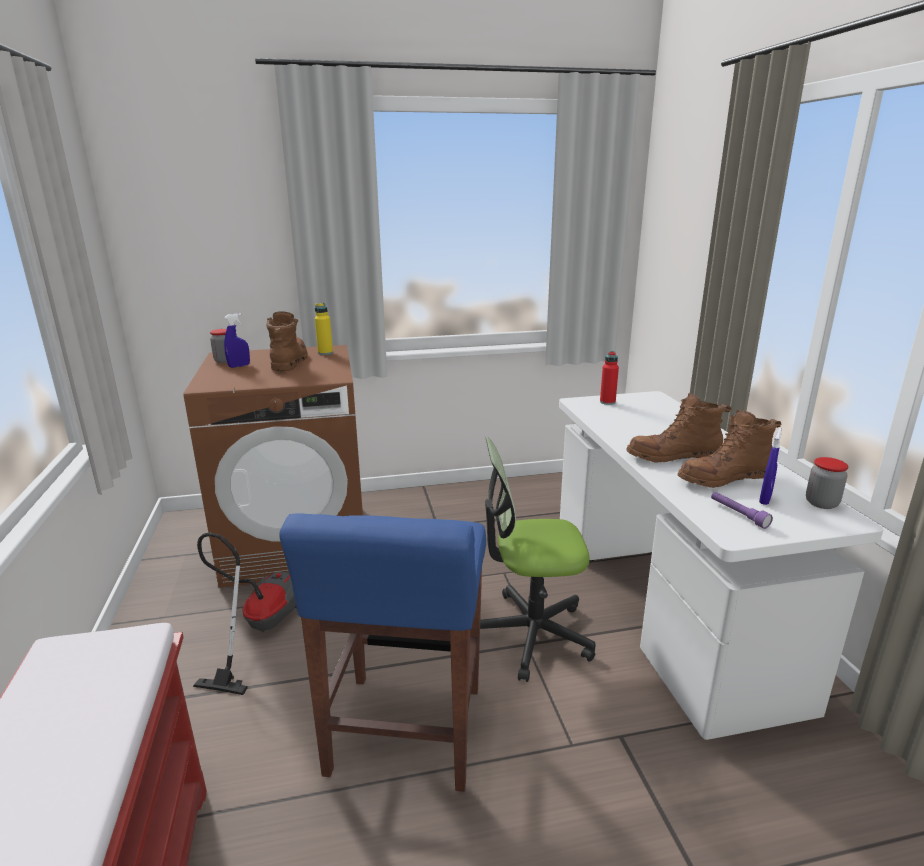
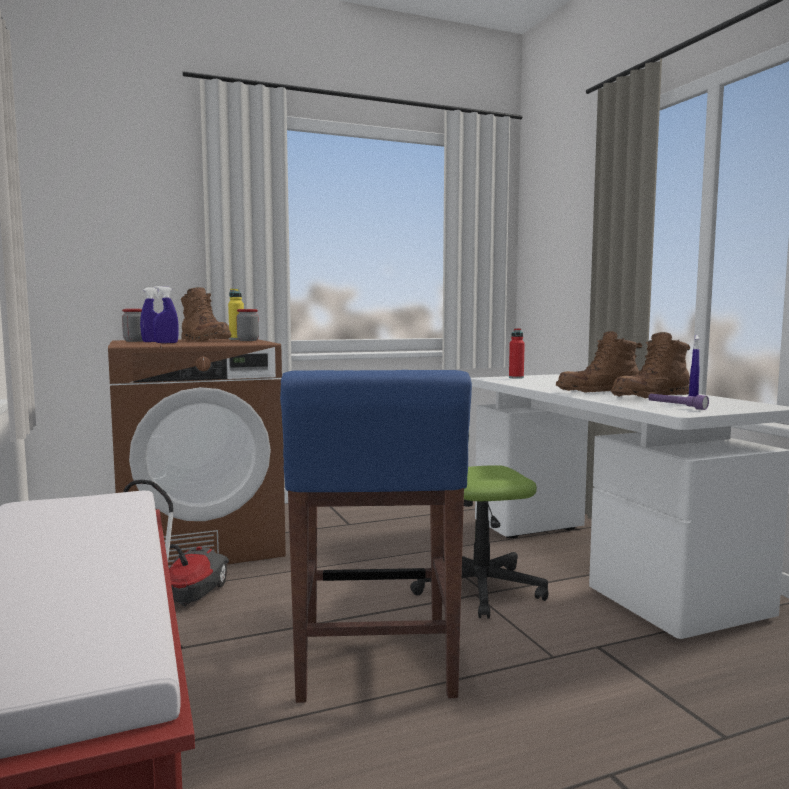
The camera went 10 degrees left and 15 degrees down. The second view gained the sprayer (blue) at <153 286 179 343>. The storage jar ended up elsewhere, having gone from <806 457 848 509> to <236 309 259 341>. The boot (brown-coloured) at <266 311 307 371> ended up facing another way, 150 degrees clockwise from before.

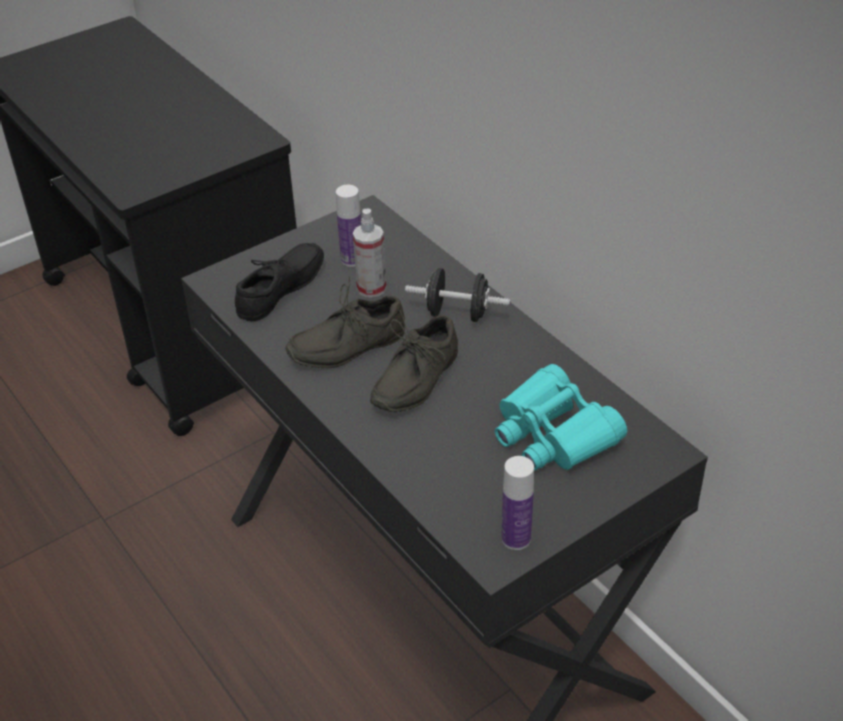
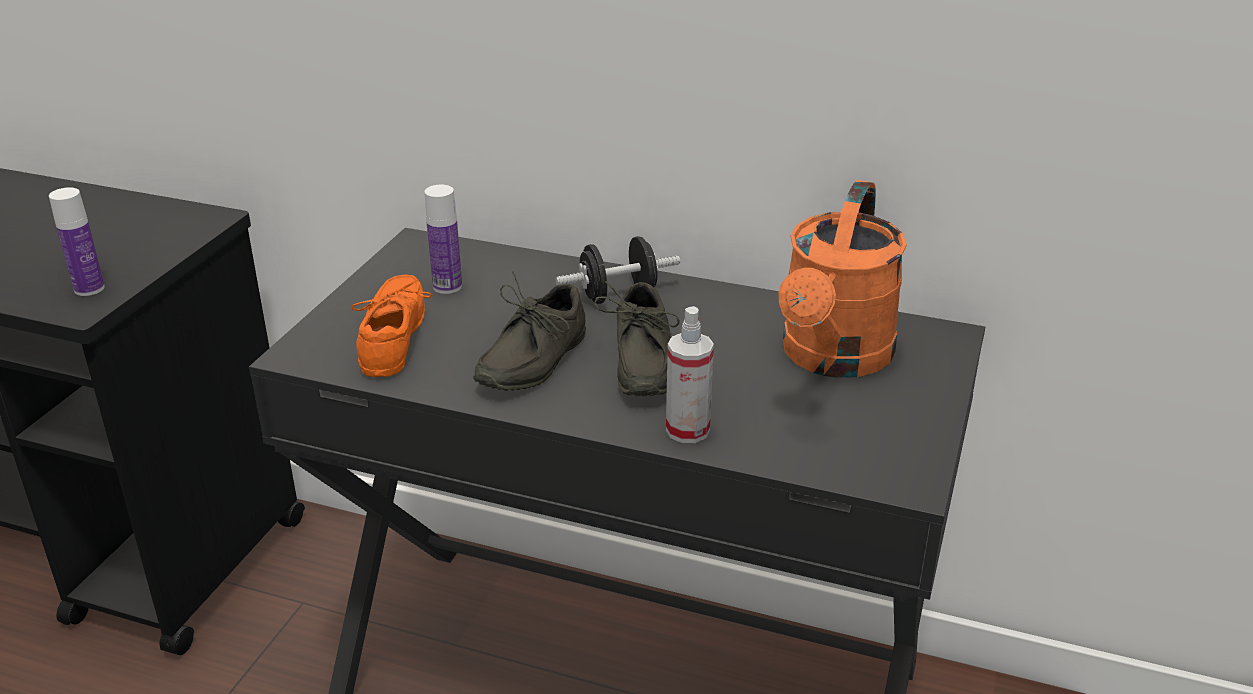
The camera went 35 degrees left and 10 degrees down. The sprayer ended up elsewhere, having gone from <353 209 387 298> to <666 306 714 443>. The beverage bottle ended up elsewhere, having gone from <501 456 534 550> to <49 187 105 296>. Where the binoculars (blue-green) stood at <495 364 627 470>, the sprinkling can (orangey) came to stand at <779 180 907 377>. What was the shoe (black-coloured) at <235 243 324 321> turned into the shoe (orangey) at <351 275 433 378>.

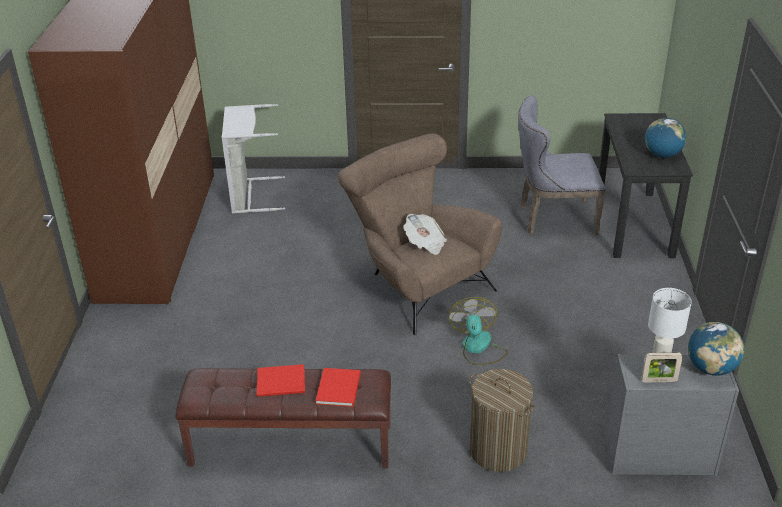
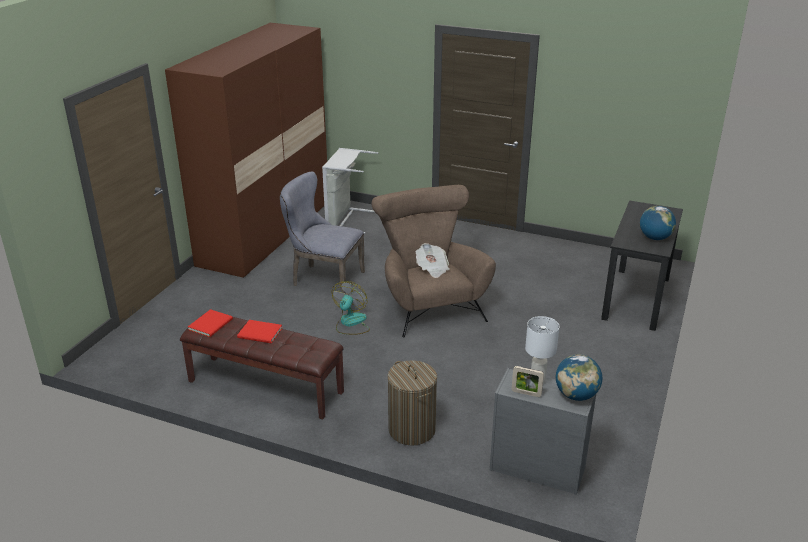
The camera went 20 degrees right and 5 degrees down. The volume (red-coloured) ended up elsewhere, having gone from <316 368 361 407> to <188 309 233 337>. The fan ended up elsewhere, having gone from <448 297 508 365> to <332 281 370 335>. The plain chair (gray) ended up elsewhere, having gone from <518 95 606 236> to <280 172 365 293>.

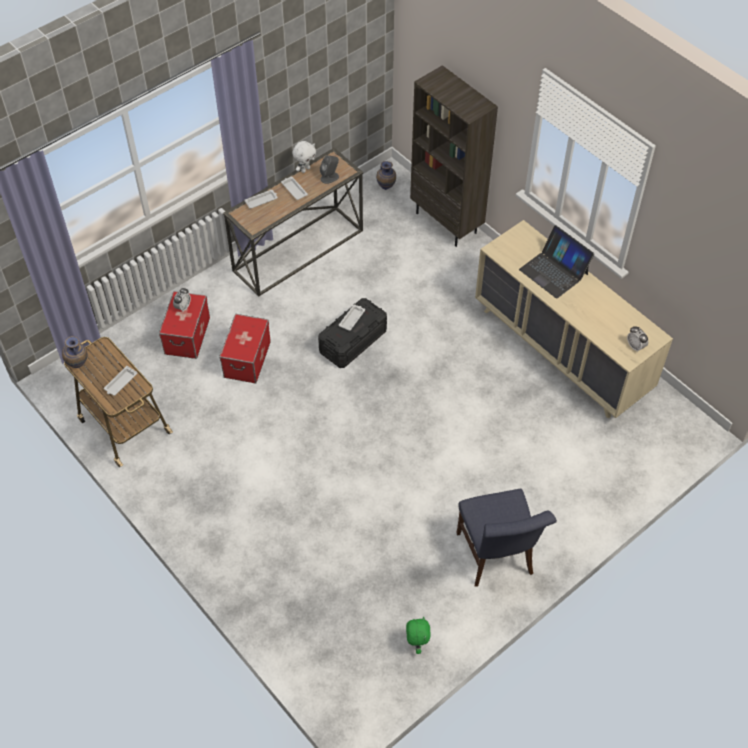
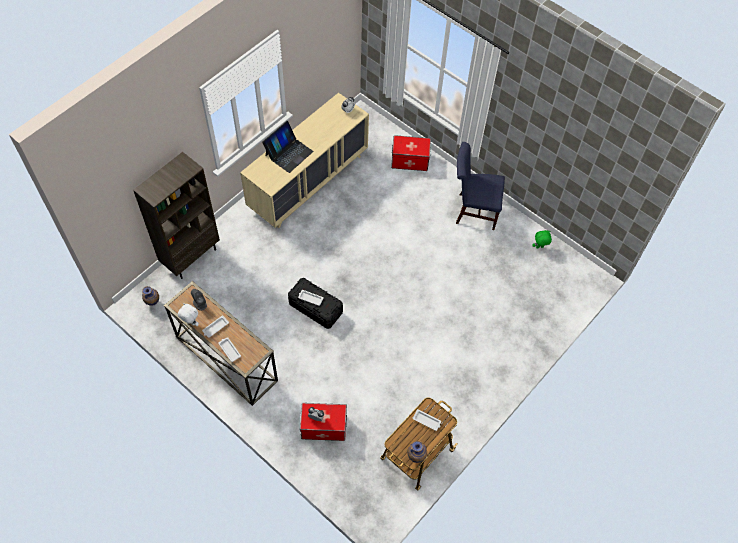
The camera went 100 degrees left and 5 degrees up. The storage box ended up elsewhere, having gone from <219 314 271 384> to <391 135 431 171>. The plain chair (blue) at <456 489 557 587> ended up facing another way, 150 degrees counterclockwise from before.

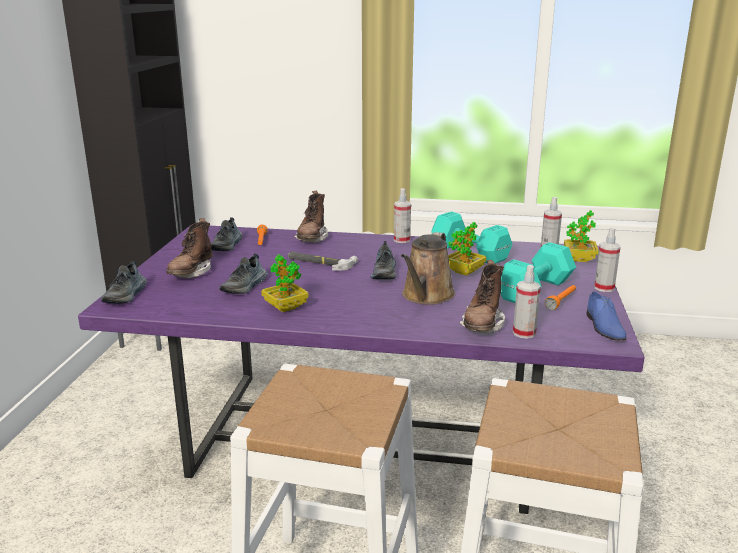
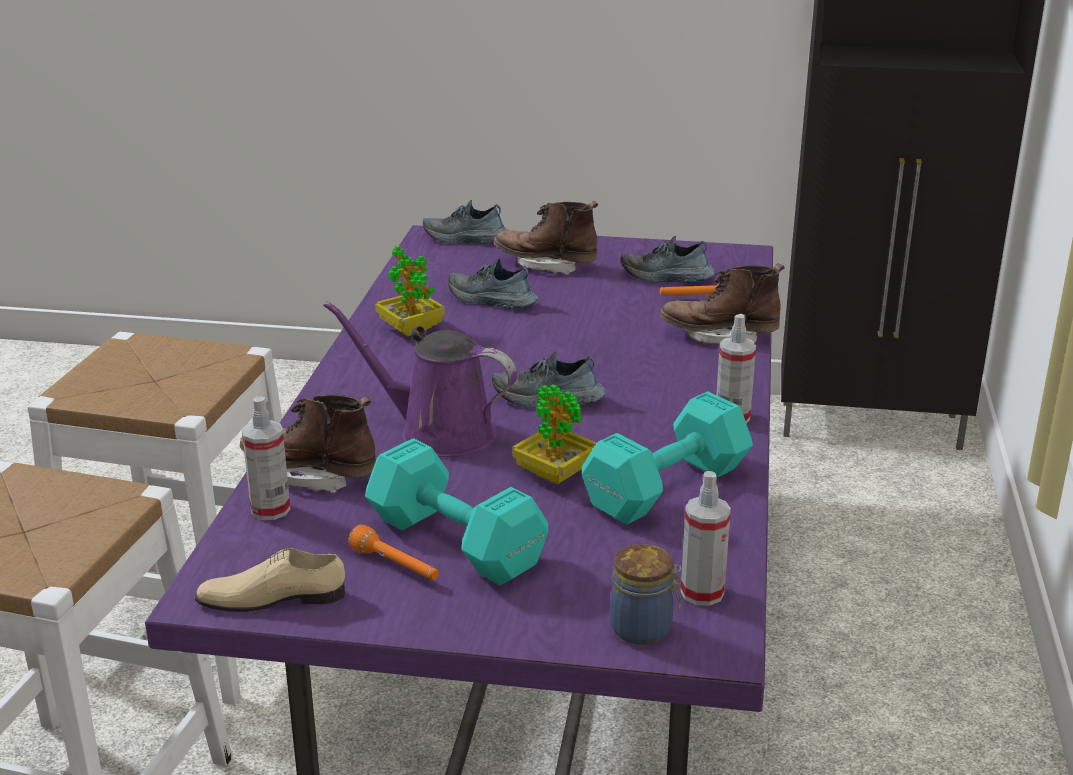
The camera went 90 degrees right and 5 degrees up. The second view lost the tool hammer at <288 251 358 271>. The second view lost the sprayer at <594 228 621 292>. Where the houseplant stood at <564 210 599 262>, the storage jar came to stand at <610 544 681 645>. What was the sprinkling can (brown-coloured) at <401 232 455 305> turned into the sprinkling can (purplish) at <323 301 517 457>. What was the shoe (blue) at <587 292 627 341> turned into the shoe (beige) at <195 548 345 612>.

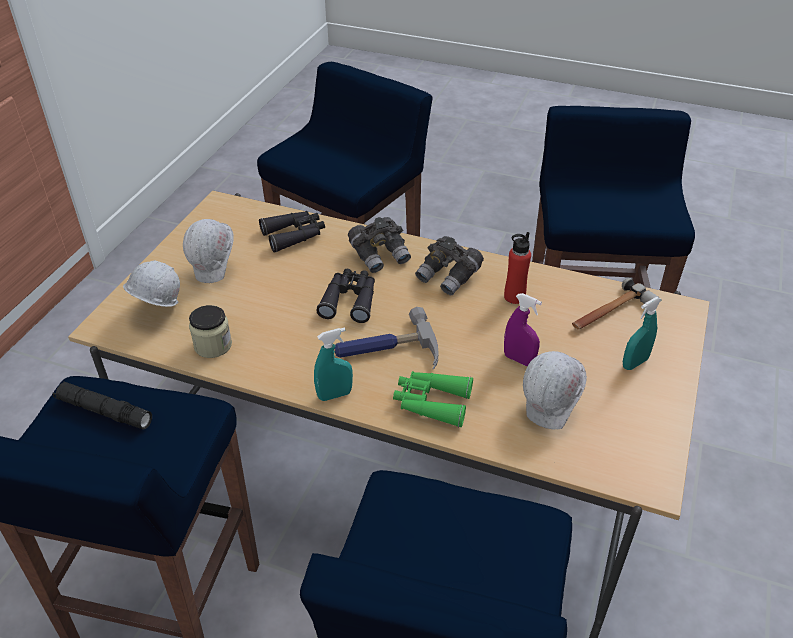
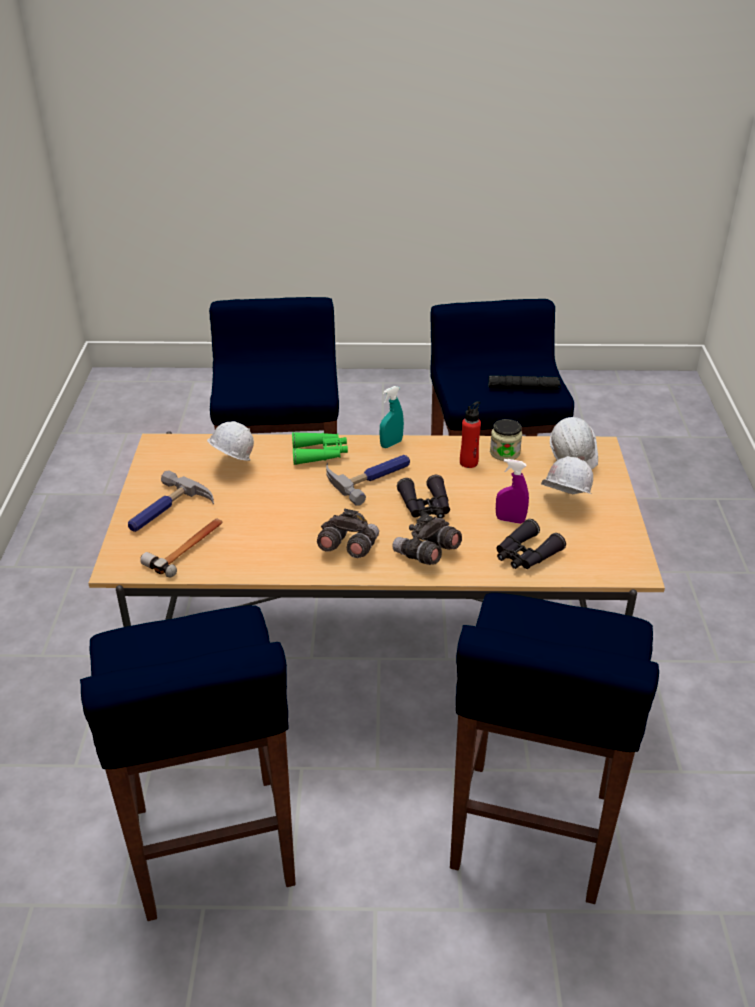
The camera went 160 degrees right and 5 degrees down. The beverage bottle (red-coloured) ended up elsewhere, having gone from <504 232 531 304> to <460 401 481 468>. The sprayer (purplish) ended up elsewhere, having gone from <504 293 542 366> to <496 459 529 524>. Where the sprayer (blue-green) stood at <623 297 662 370>, the tool hammer came to stand at <128 470 214 532>.

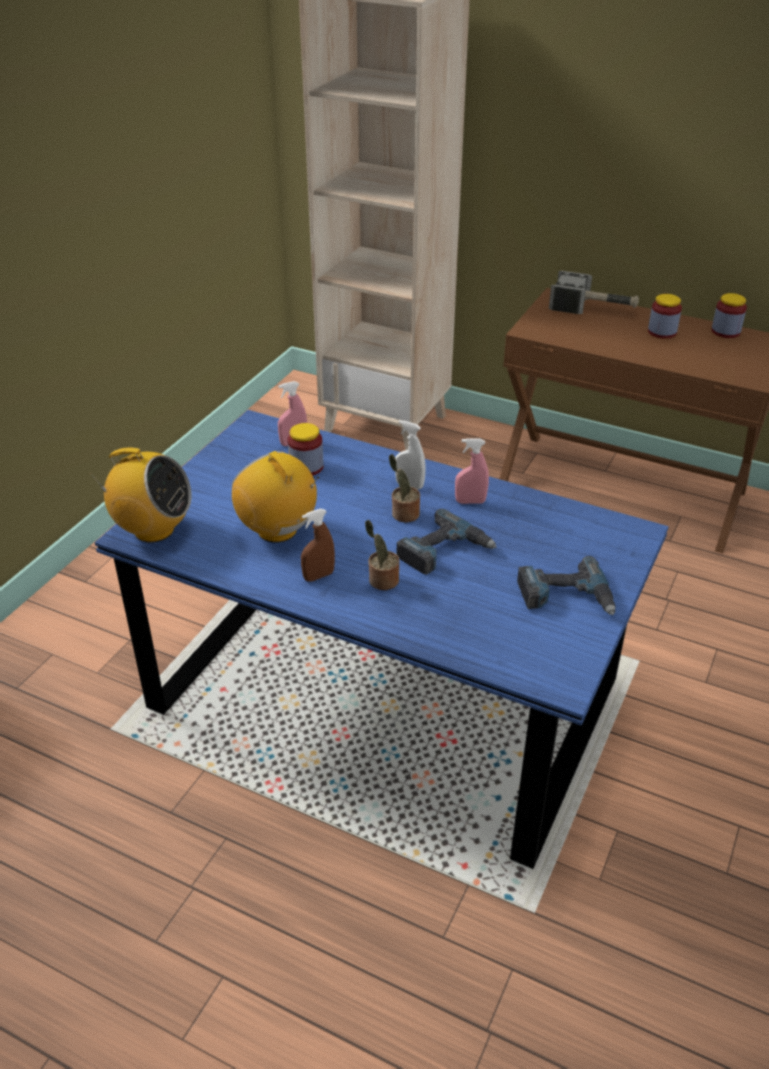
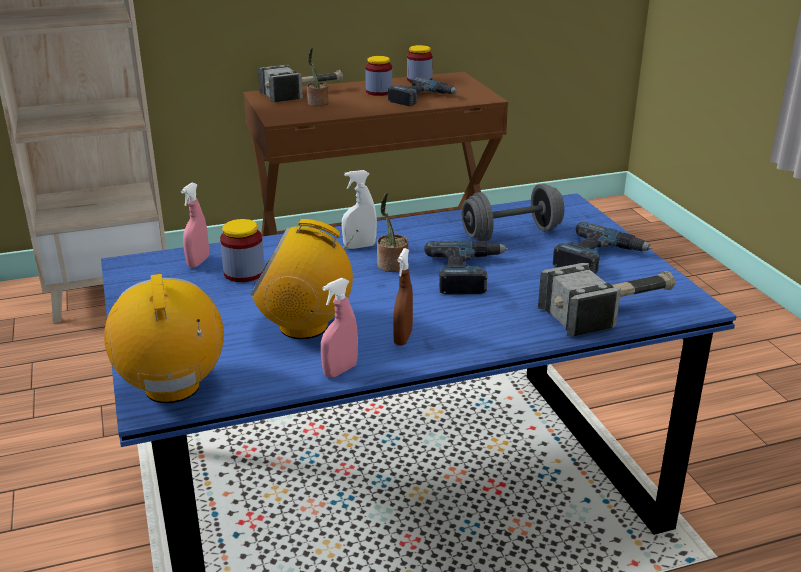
The camera went 45 degrees left and 10 degrees down. The second view gained the power drill at <388 77 458 106>. The second view gained the hand weight (gray) at <462 183 564 241>. The second view gained the tool hammer at <538 263 675 336>. The houseplant ended up elsewhere, having gone from <365 520 399 590> to <307 48 329 106>. The sprayer (pink-coloured) ended up elsewhere, having gone from <455 438 489 504> to <321 278 358 378>. The radio receiver at <90 447 192 543> ended up facing another way, 75 degrees counterclockwise from before.

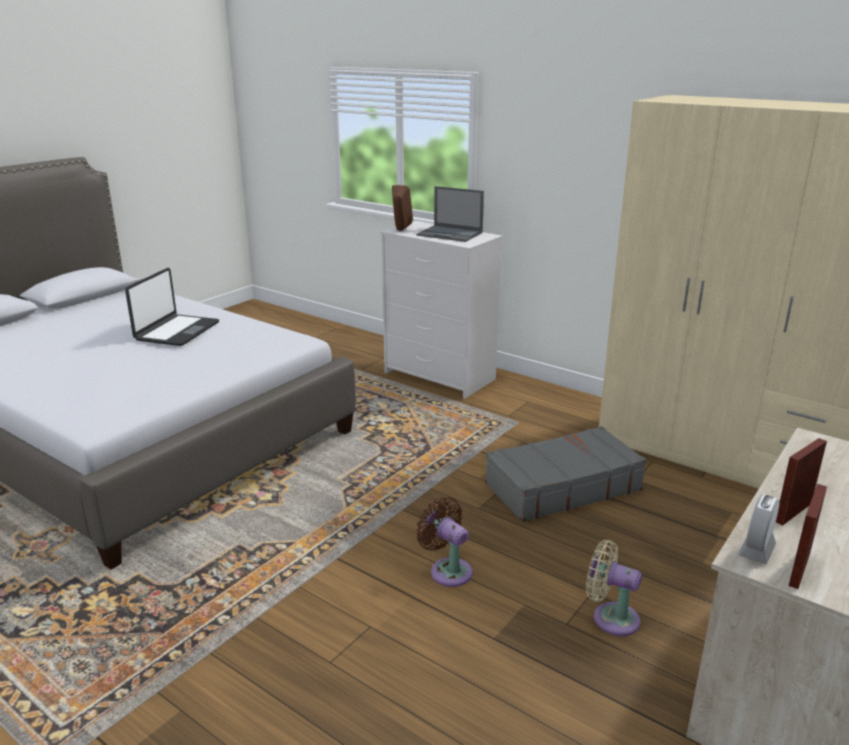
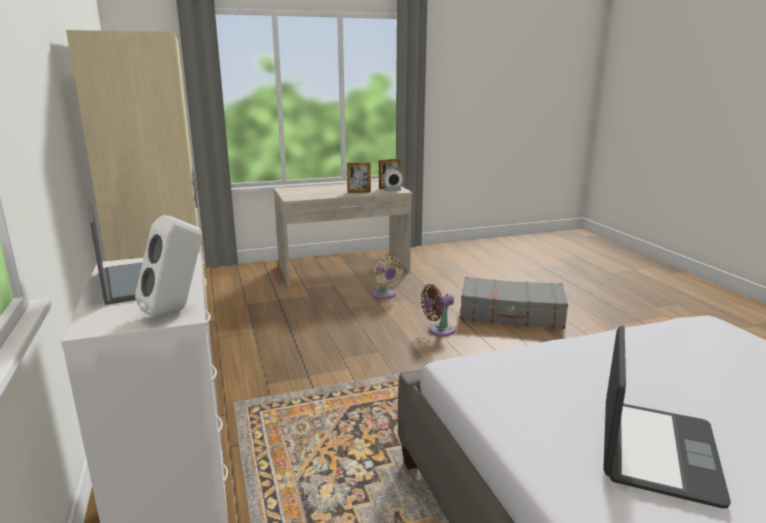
The camera went 145 degrees left and 5 degrees down. The piece of luggage (gray) ended up elsewhere, having gone from <485 426 646 522> to <460 277 568 329>. What was the audio speaker (brown-coloured) at <392 185 413 231> turned into the audio speaker (white) at <135 215 202 318>. The portable computer at <125 268 219 346> ended up facing another way, 150 degrees clockwise from before. The fan (brown-coloured) at <416 497 473 587> ended up facing another way, 75 degrees clockwise from before.

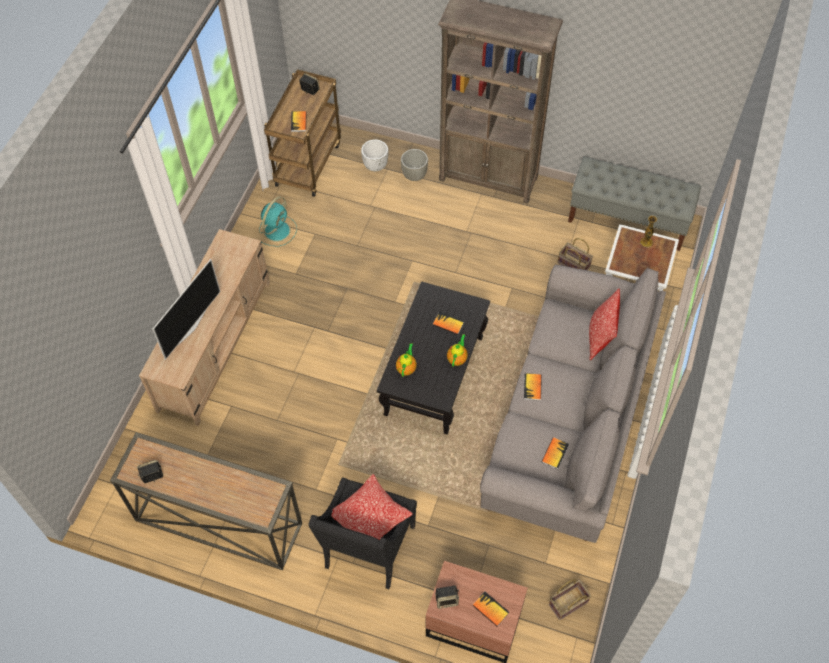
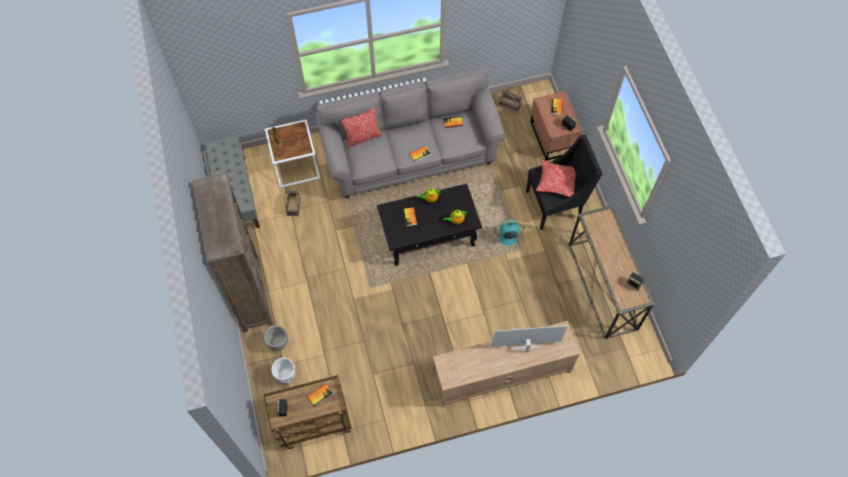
The camera went 125 degrees left and 5 degrees up. The fan (blue-green) ended up elsewhere, having gone from <259 196 297 247> to <493 219 525 251>.

